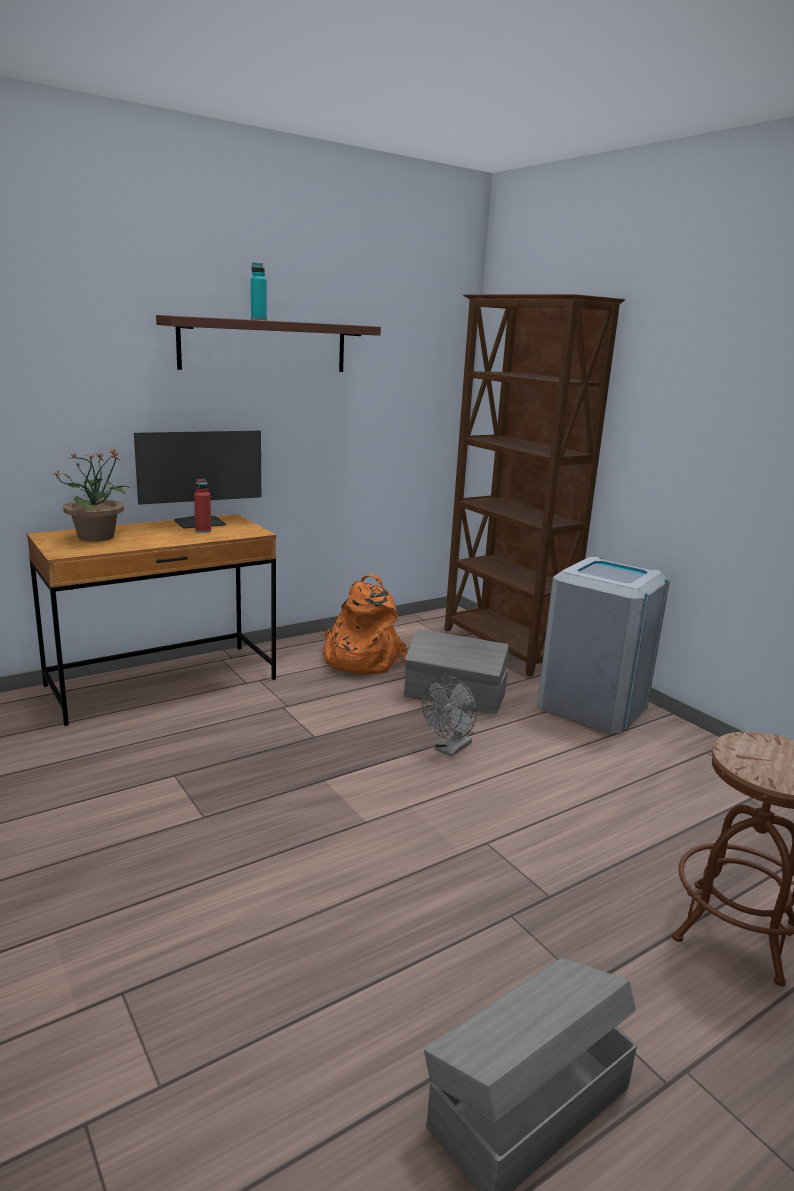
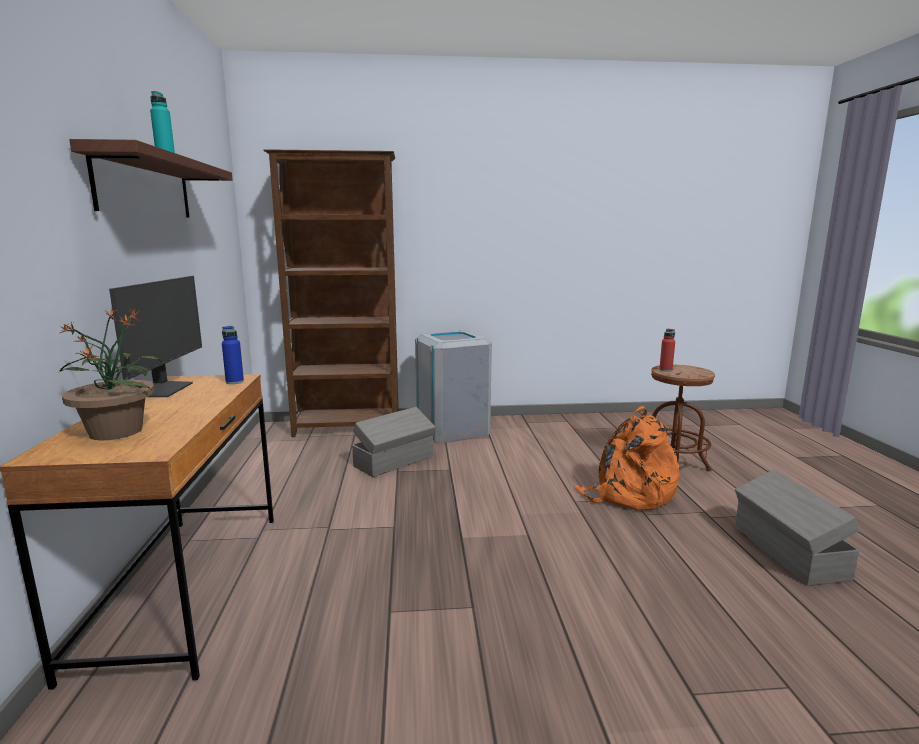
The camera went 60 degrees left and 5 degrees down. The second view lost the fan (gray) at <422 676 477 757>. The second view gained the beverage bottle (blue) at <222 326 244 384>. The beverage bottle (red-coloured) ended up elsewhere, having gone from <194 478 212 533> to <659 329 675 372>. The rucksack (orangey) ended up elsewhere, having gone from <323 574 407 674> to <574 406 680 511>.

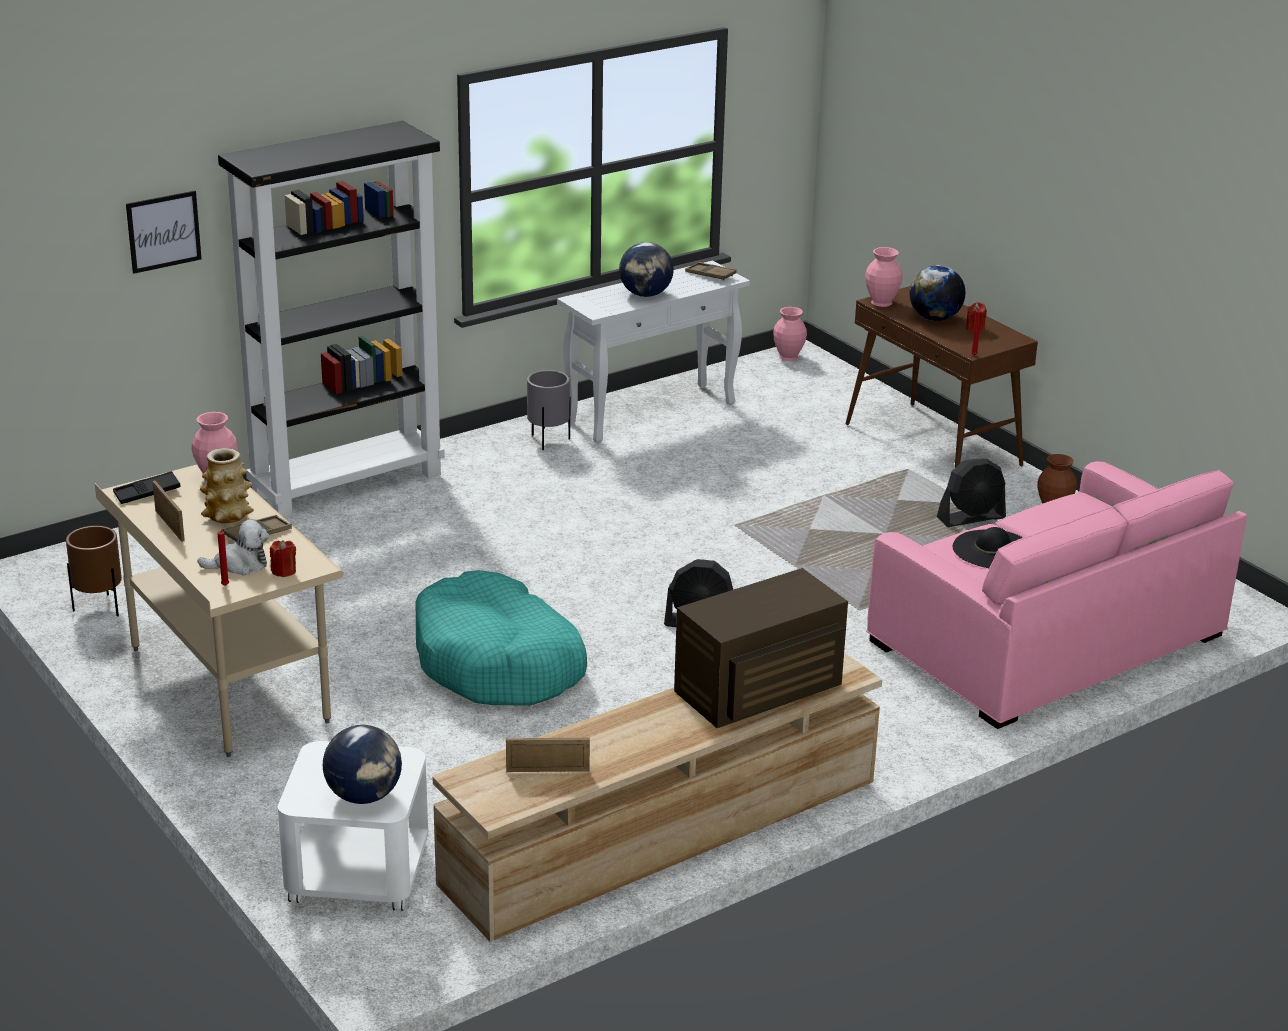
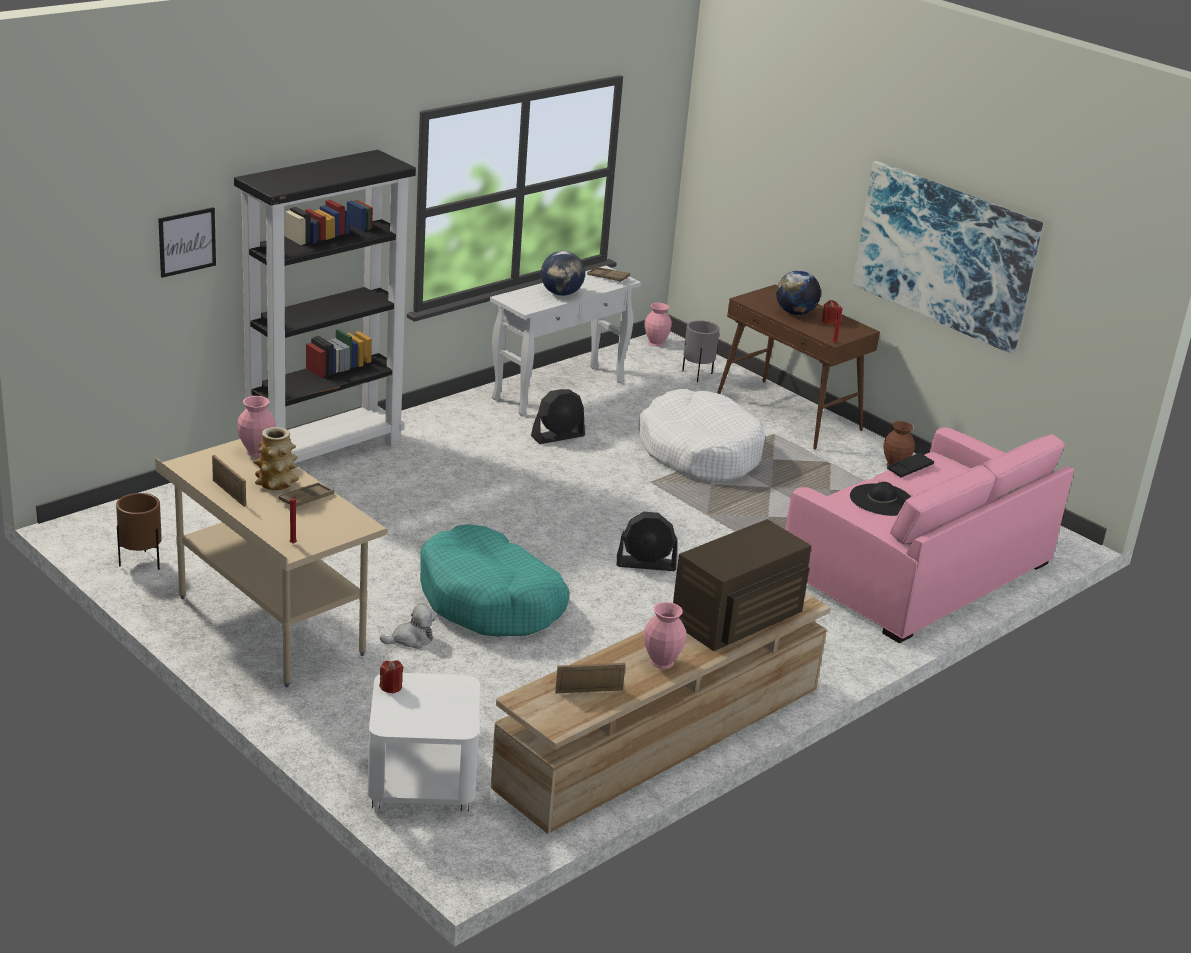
The camera went 10 degrees left and 0 degrees up. The second view lost the globe at <323 725 402 804>. The second view gained the pet bed (white) at <639 389 765 482>. The second view gained the wall picture at <853 161 1043 354>. The tray (black-coloured) ended up elsewhere, having gone from <113 471 181 504> to <887 452 934 477>. The plush toy ended up elsewhere, having gone from <197 519 270 576> to <380 604 436 649>. The wax light (red-coloured) ended up elsewhere, having gone from <270 540 296 577> to <380 660 403 694>. The plant pot (gray) ended up elsewhere, having gone from <527 370 570 450> to <682 320 719 382>. The decorative vase (pink-coloured) ended up elsewhere, having gone from <865 247 903 307> to <644 602 686 669>. The fan (black-coloured) ended up elsewhere, having gone from <937 458 1006 527> to <531 389 585 444>.

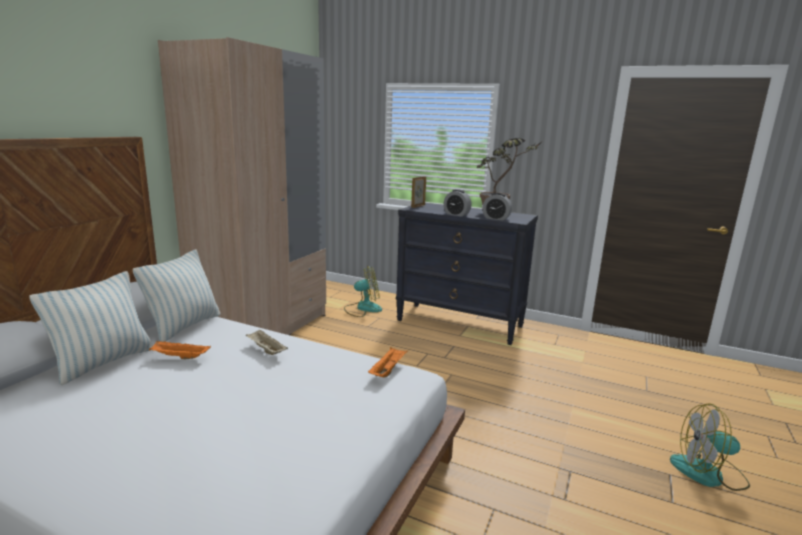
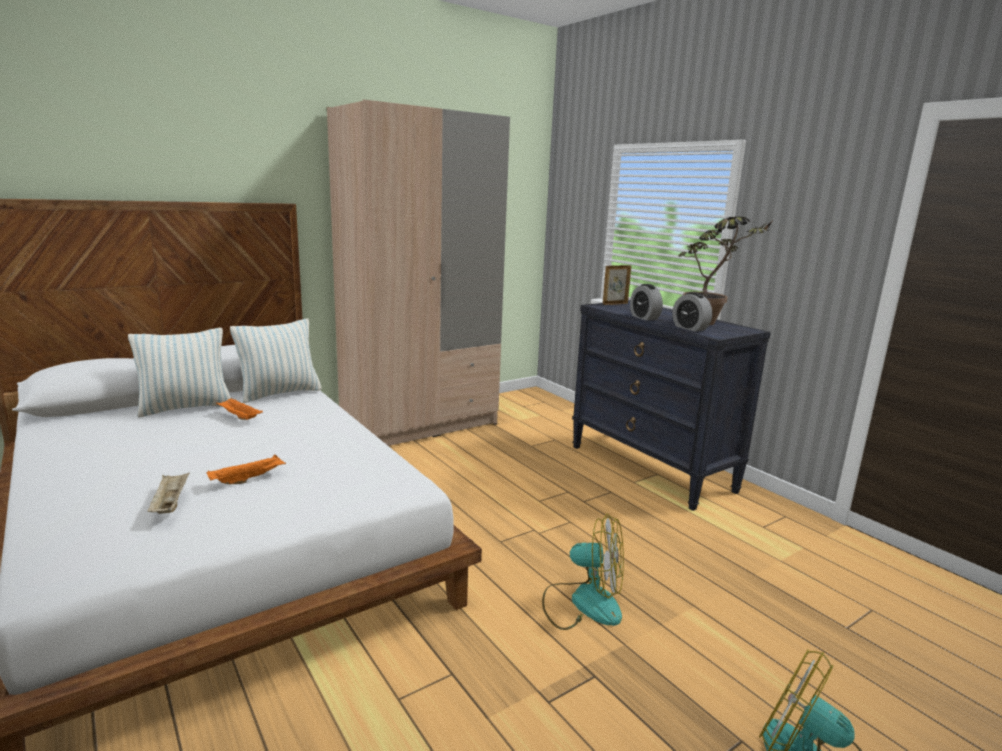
The camera went 30 degrees right and 0 degrees up. The tray (beige) ended up elsewhere, having gone from <246 329 288 355> to <147 473 190 514>. The fan ended up elsewhere, having gone from <344 266 382 317> to <542 514 624 630>. The tray (orangey) ended up elsewhere, having gone from <368 347 408 378> to <207 455 286 484>.

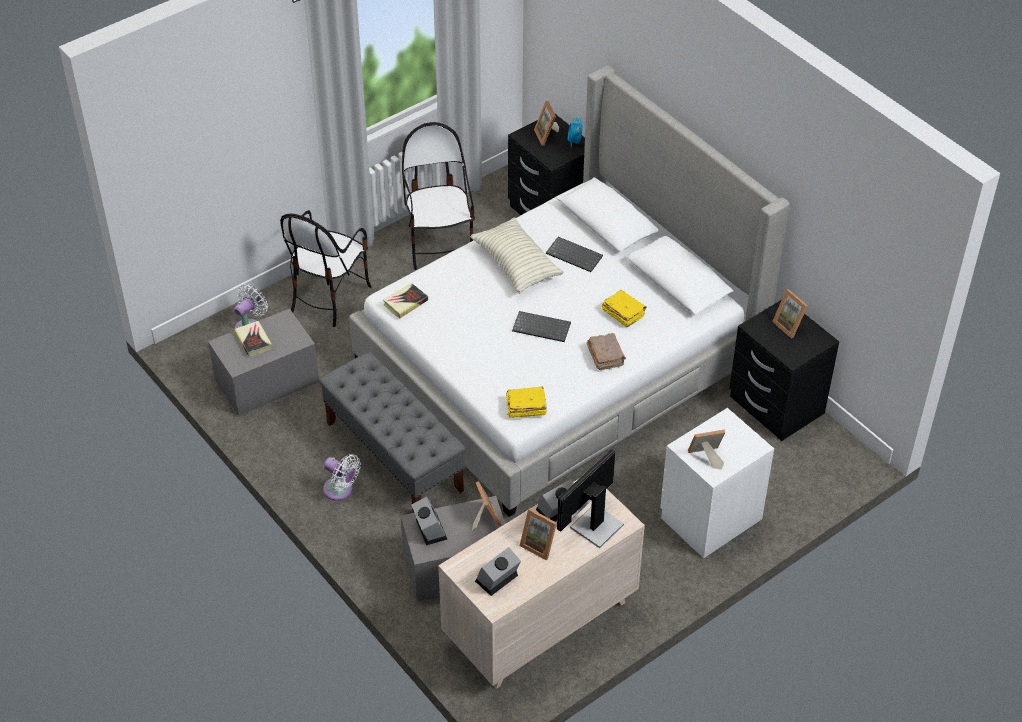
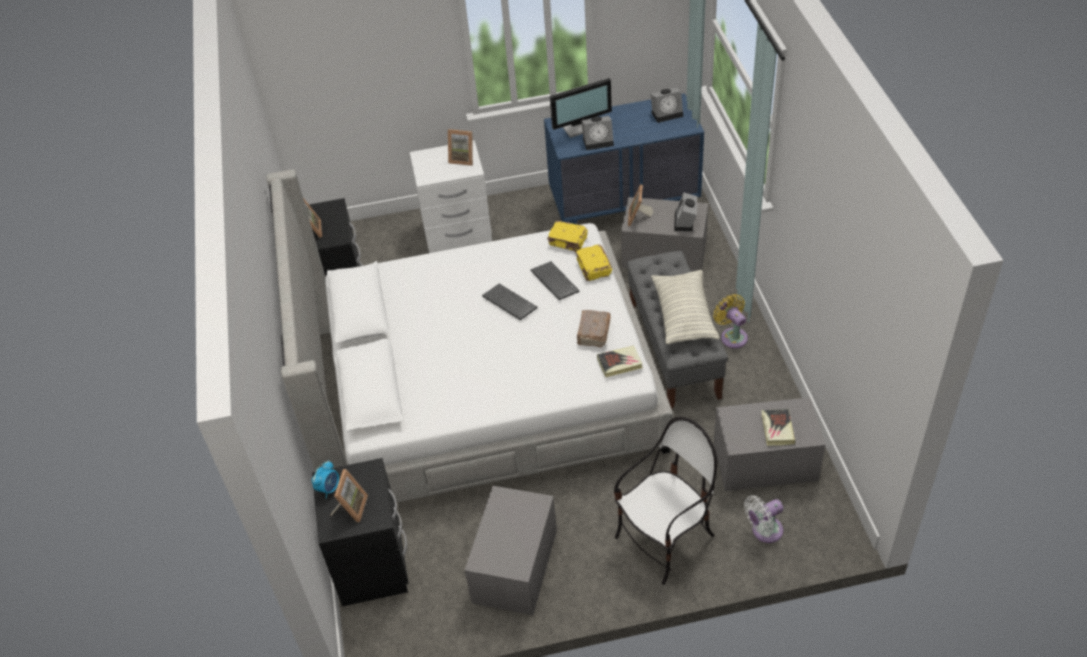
The camera went 150 degrees left and 0 degrees up. The second view lost the standing frame at <519 509 557 560>. The throw pillow ended up elsewhere, having gone from <470 218 564 293> to <651 270 720 344>. The computer keyboard ended up elsewhere, having gone from <546 237 603 272> to <531 261 580 300>. The volume (brown-coloured) ended up elsewhere, having gone from <587 333 626 370> to <577 310 611 348>. The volume (yellow) ended up elsewhere, having gone from <602 290 647 327> to <575 245 612 281>. Where the plain chair stood at <402 122 475 270>, the storage box (gray) came to stand at <465 486 557 615>. What was the fan (white) at <323 454 361 501> turned into the fan (yellow) at <713 294 748 348>. What was the drawer chest (beige) at <438 479 645 689> turned into the drawer chest (blue) at <544 93 704 224>.

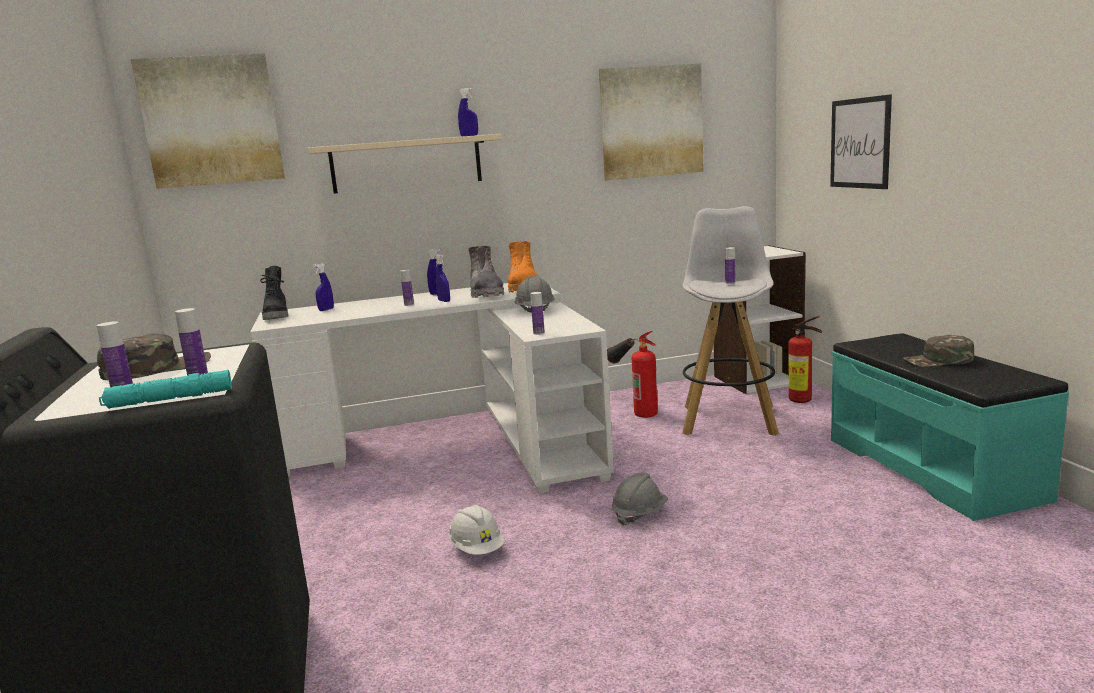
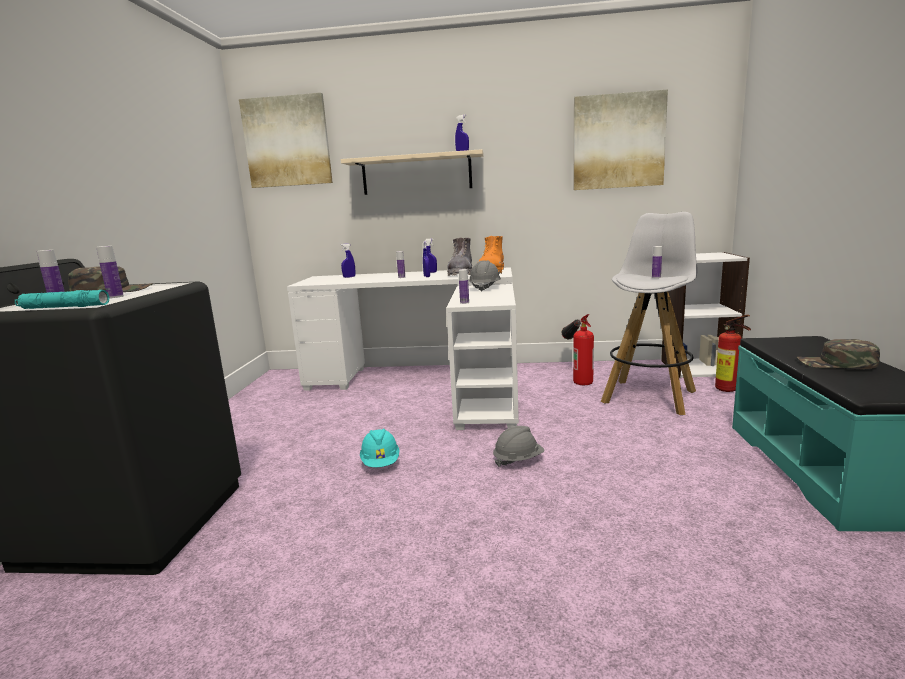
The camera went 20 degrees right and 0 degrees up. The second view lost the boot (black-coloured) at <260 266 289 320>. The second view lost the wall picture at <830 94 892 189>. What was the safety helmet (white) at <449 505 505 555> turned into the safety helmet (blue-green) at <360 429 400 467>.

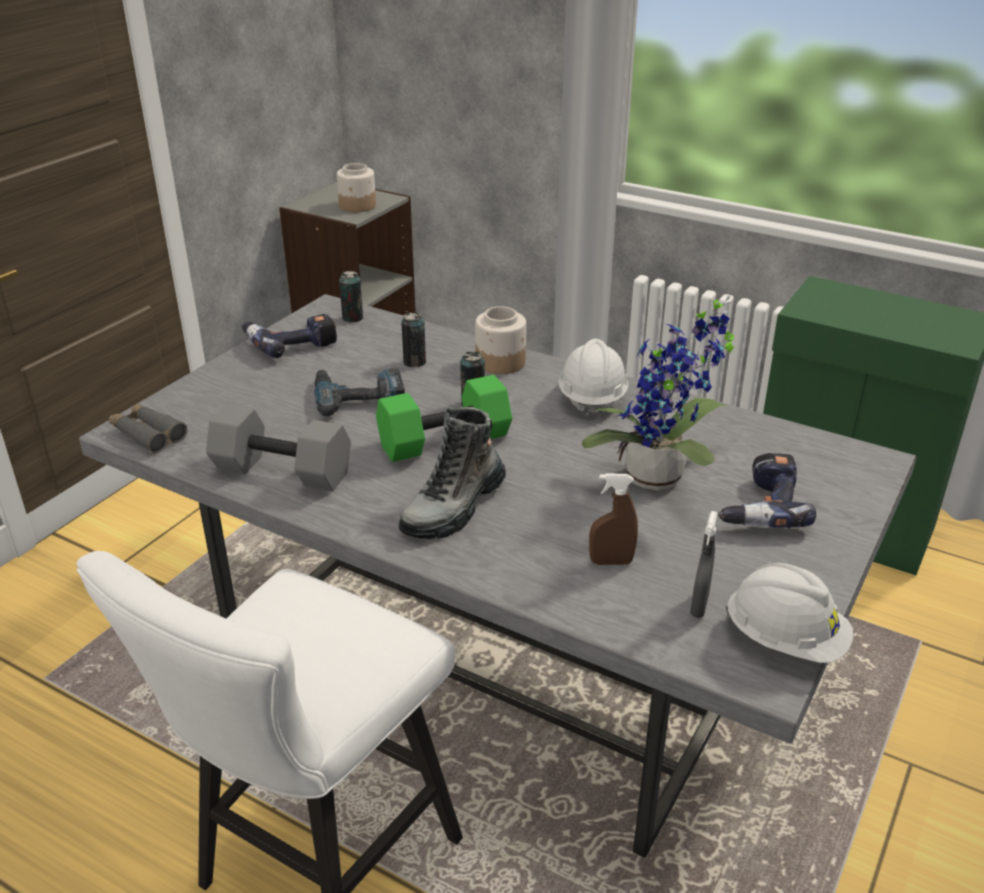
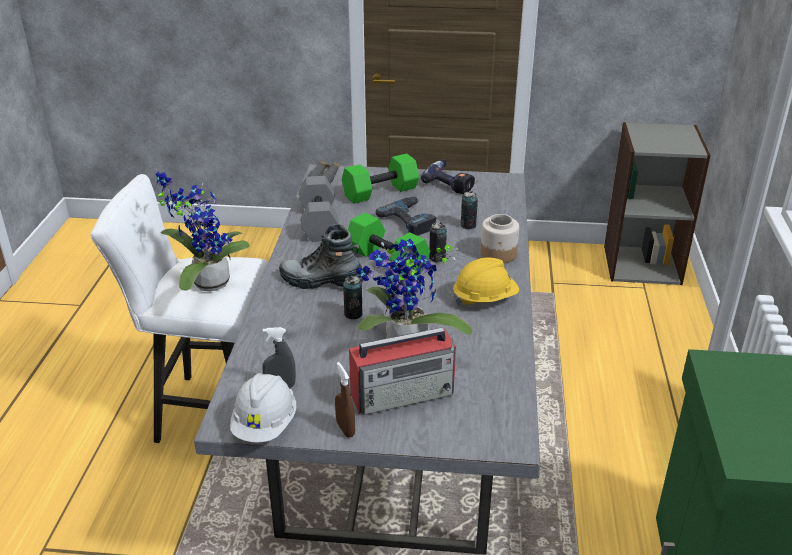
The camera went 65 degrees right and 0 degrees up. The second view lost the storage jar at <337 163 376 212>. The second view gained the houseplant at <155 171 250 291>. The second view gained the hand weight (green) at <342 154 419 204>. The sealed can ended up elsewhere, having gone from <339 271 363 322> to <343 276 363 319>. The sprayer (brown-coloured) ended up elsewhere, having gone from <589 473 638 565> to <335 362 355 438>. Where the power drill stood at <719 453 816 528>, the radio receiver came to stand at <349 328 456 415>. What was the safety helmet (white) at <559 339 629 420> turned into the safety helmet (yellow) at <453 257 519 306>.

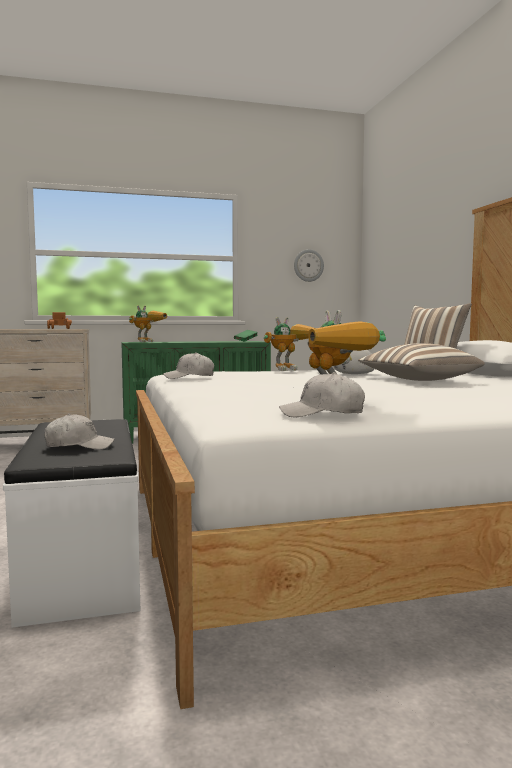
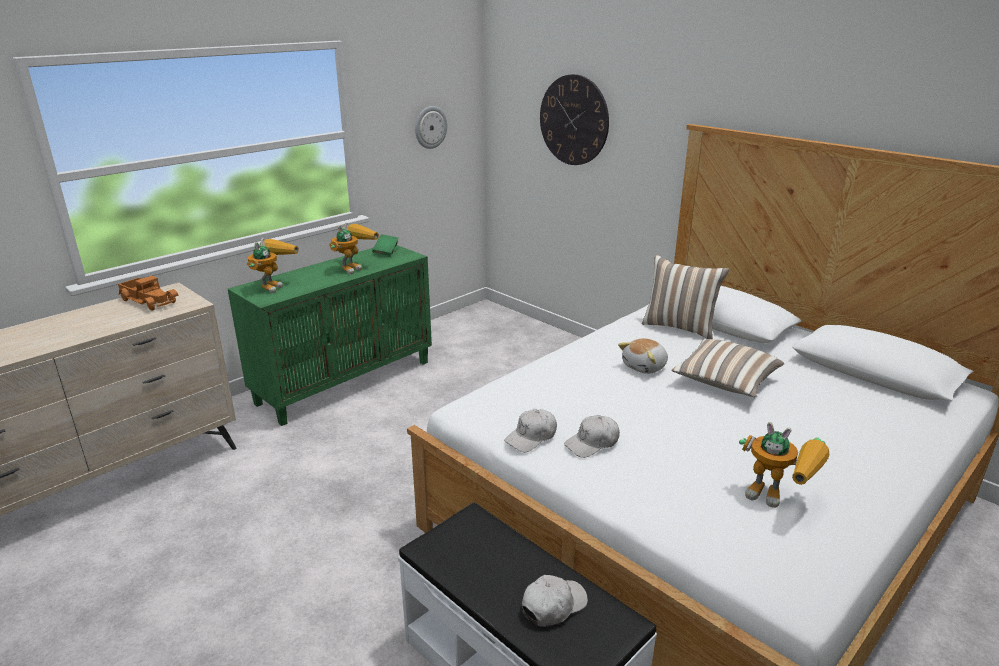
The camera went 30 degrees left and 20 degrees up. The second view gained the clock on the wall at <540 74 609 165>. The toy robot ended up elsewhere, having gone from <264 317 315 371> to <329 222 379 275>. The baseball cap (white) ended up elsewhere, having gone from <279 372 365 417> to <564 415 620 458>.

